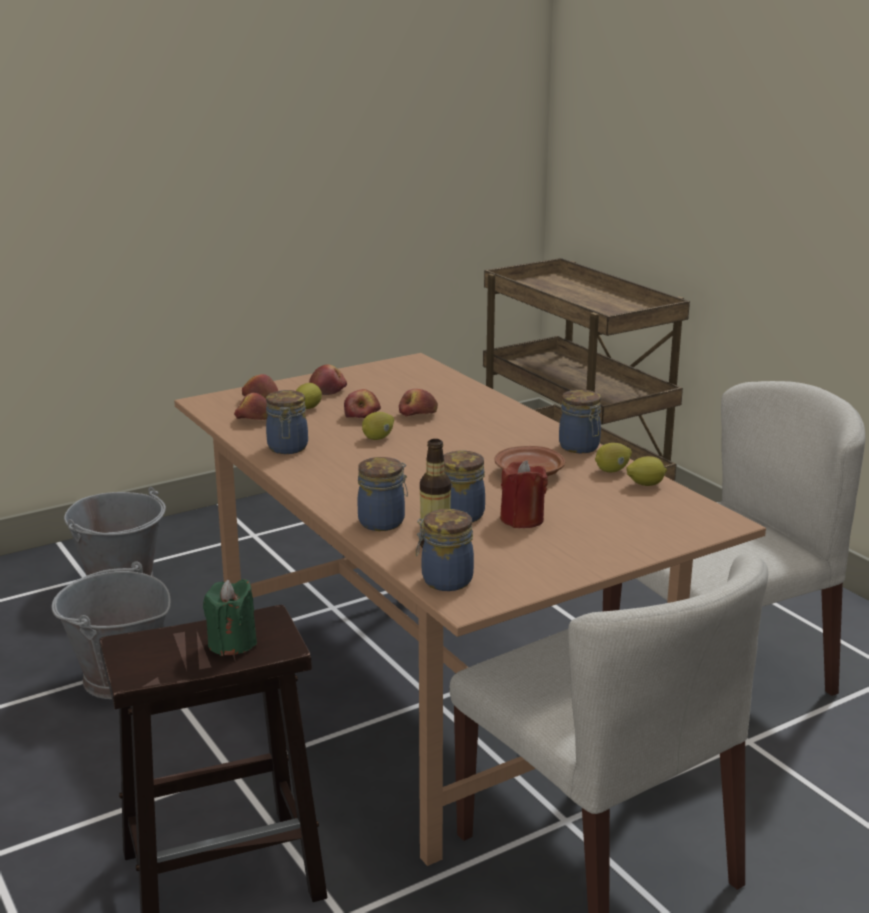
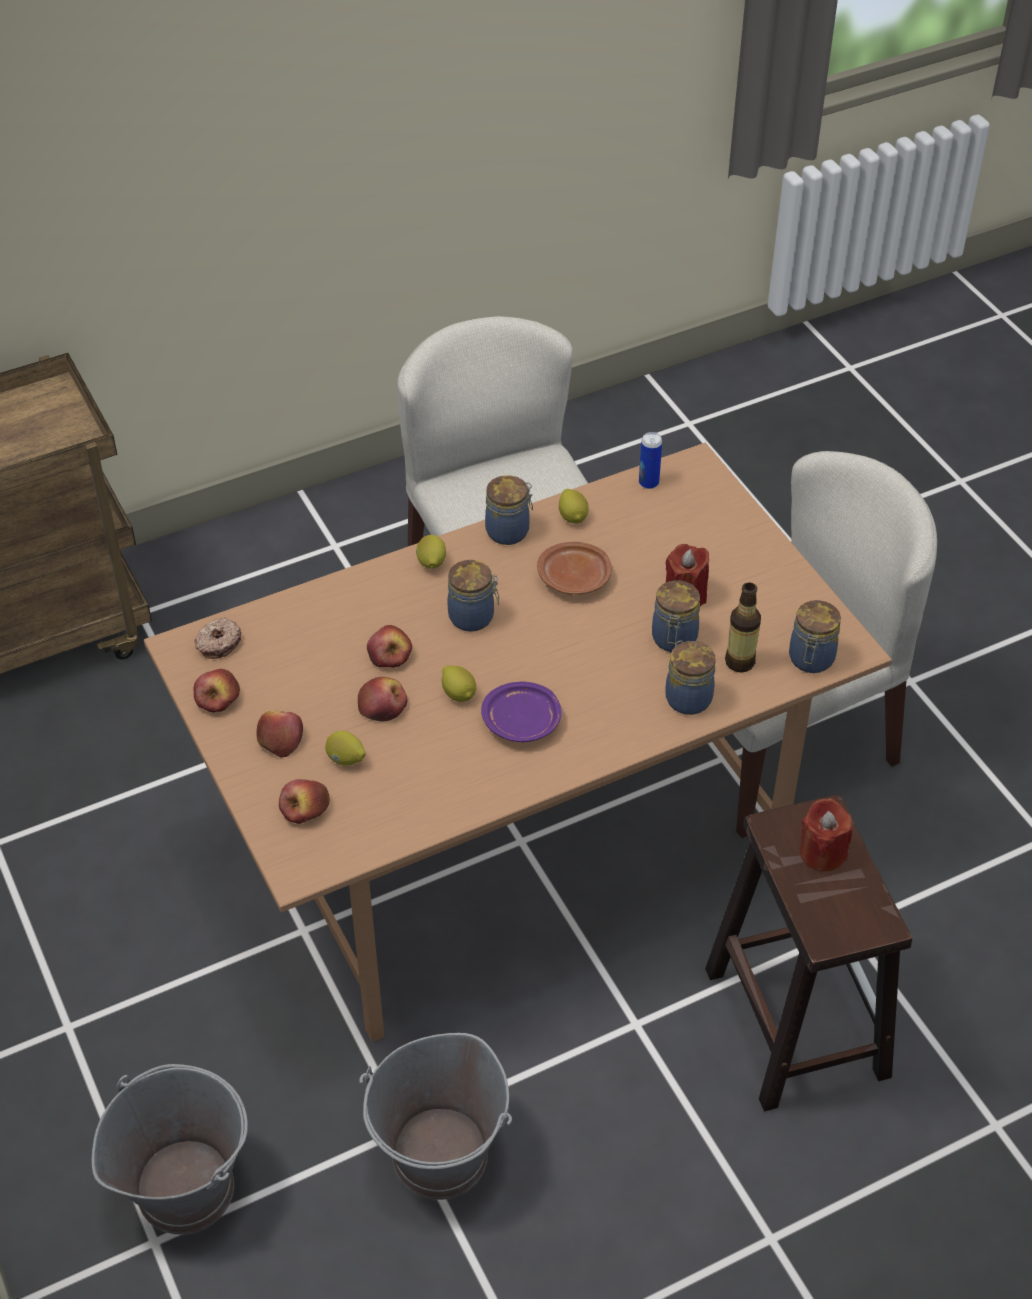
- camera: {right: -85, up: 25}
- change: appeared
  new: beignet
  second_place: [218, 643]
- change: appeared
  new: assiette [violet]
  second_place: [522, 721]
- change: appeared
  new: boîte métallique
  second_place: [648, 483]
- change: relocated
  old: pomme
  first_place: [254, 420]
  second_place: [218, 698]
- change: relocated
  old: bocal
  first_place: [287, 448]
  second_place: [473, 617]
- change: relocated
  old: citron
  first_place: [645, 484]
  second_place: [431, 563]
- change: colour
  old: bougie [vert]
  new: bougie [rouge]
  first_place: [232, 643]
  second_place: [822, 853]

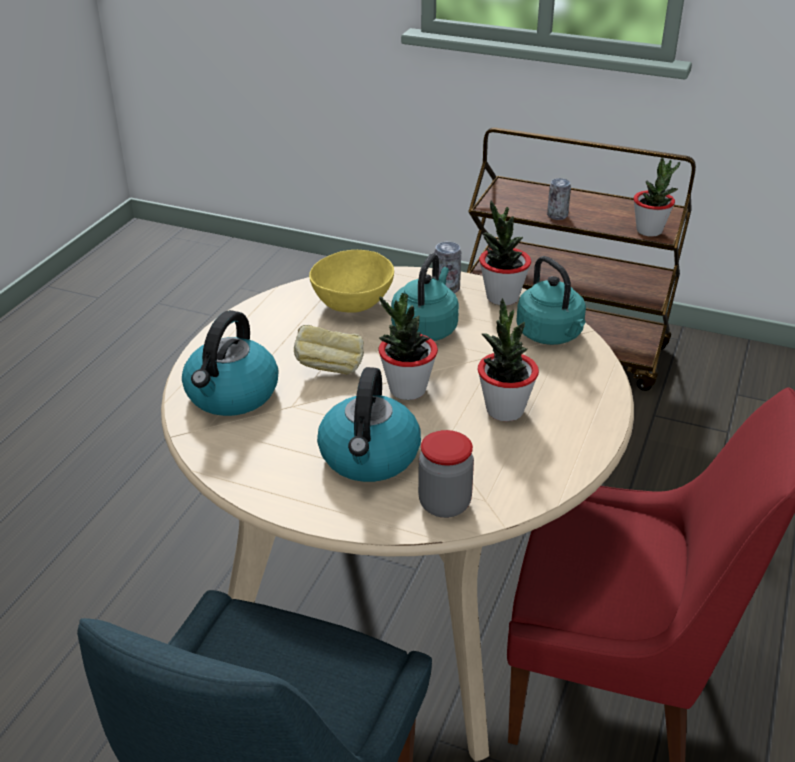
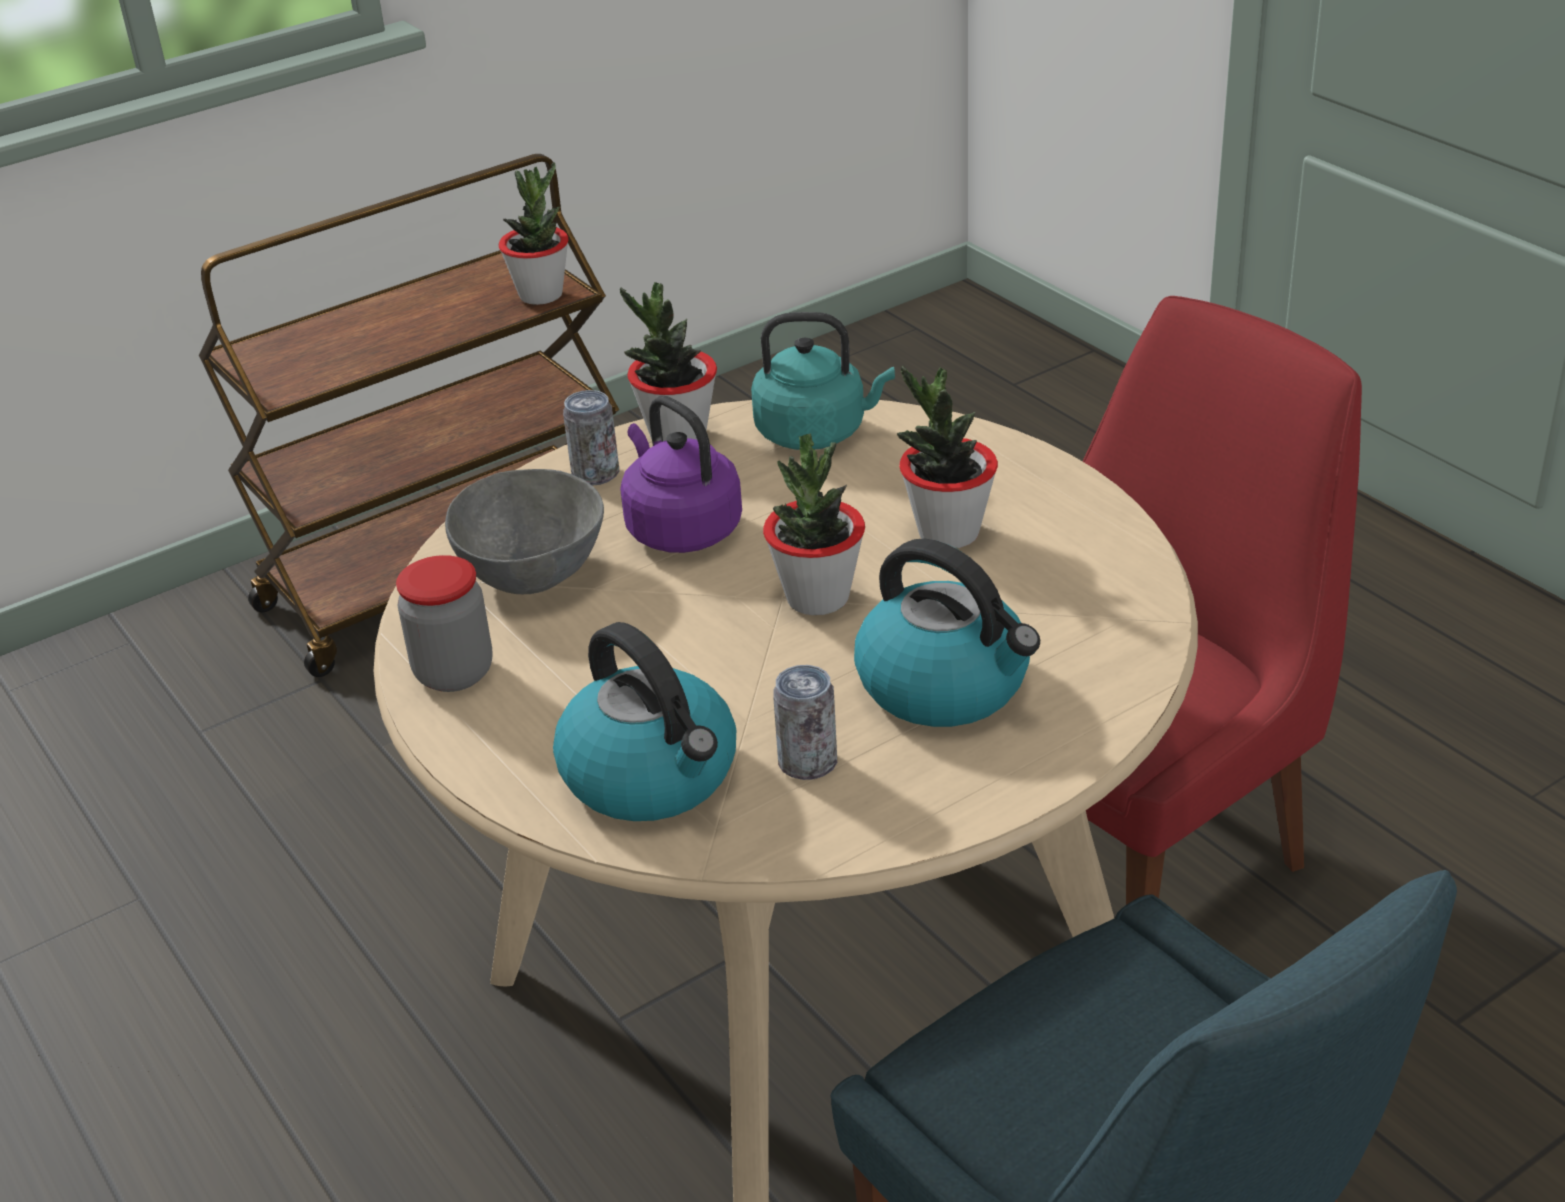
- camera: {right: -55, up: 0}
- change: missing
  old: pain
  first_place: [329, 368]
- change: relocated
  old: bocal
  first_place: [444, 504]
  second_place: [454, 673]
- change: relocated
  old: boîte métallique
  first_place: [557, 215]
  second_place: [807, 763]
- change: colour
  old: bol [jaune]
  new: bol [gris]
  first_place: [354, 303]
  second_place: [533, 571]
- change: colour
  old: bouilloire [turquoise]
  new: bouilloire [violet]
  first_place: [426, 328]
  second_place: [680, 528]

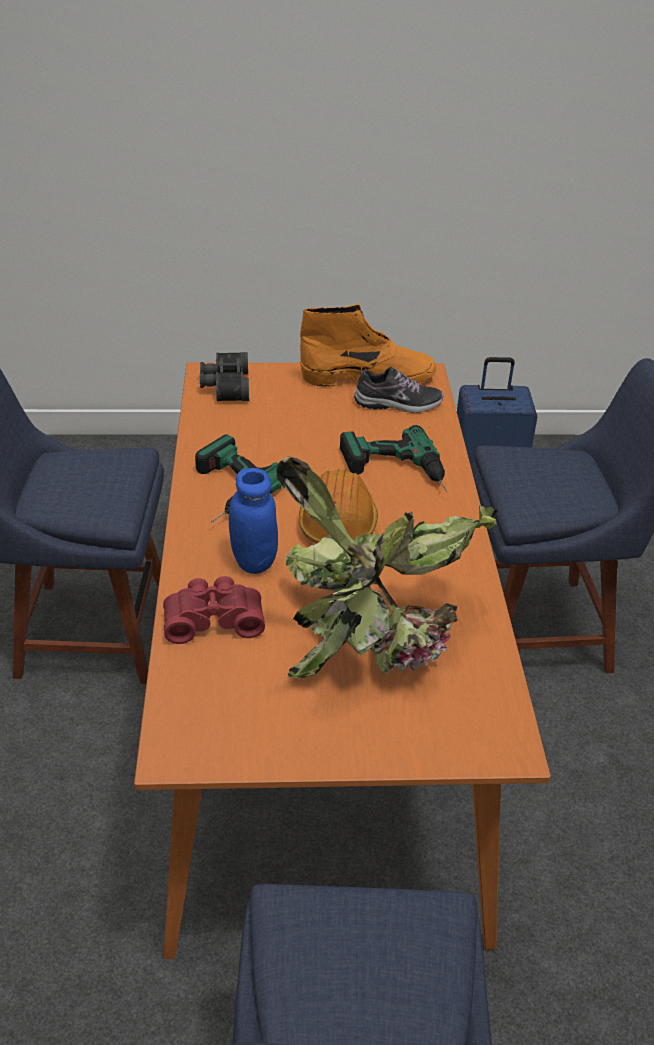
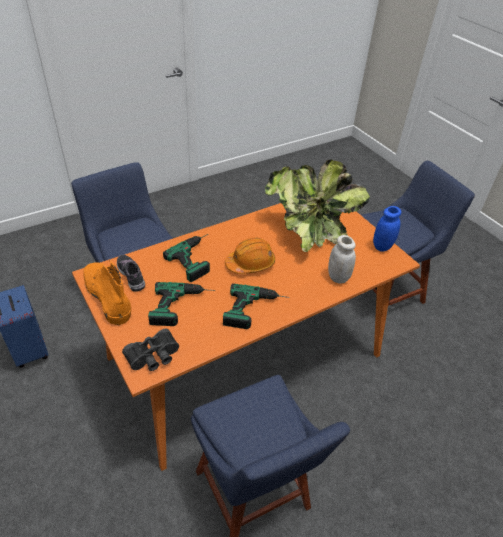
- camera: {right: -120, up: 5}
- change: appeared
  new: perceuse
  second_place: [183, 306]
- change: relocated
  old: bocal [bleu]
  first_place: [254, 561]
  second_place: [382, 246]
- change: exchanged
  old: jumelles [rouge]
  new: bocal [blanc]
  first_place: [213, 619]
  second_place: [338, 277]

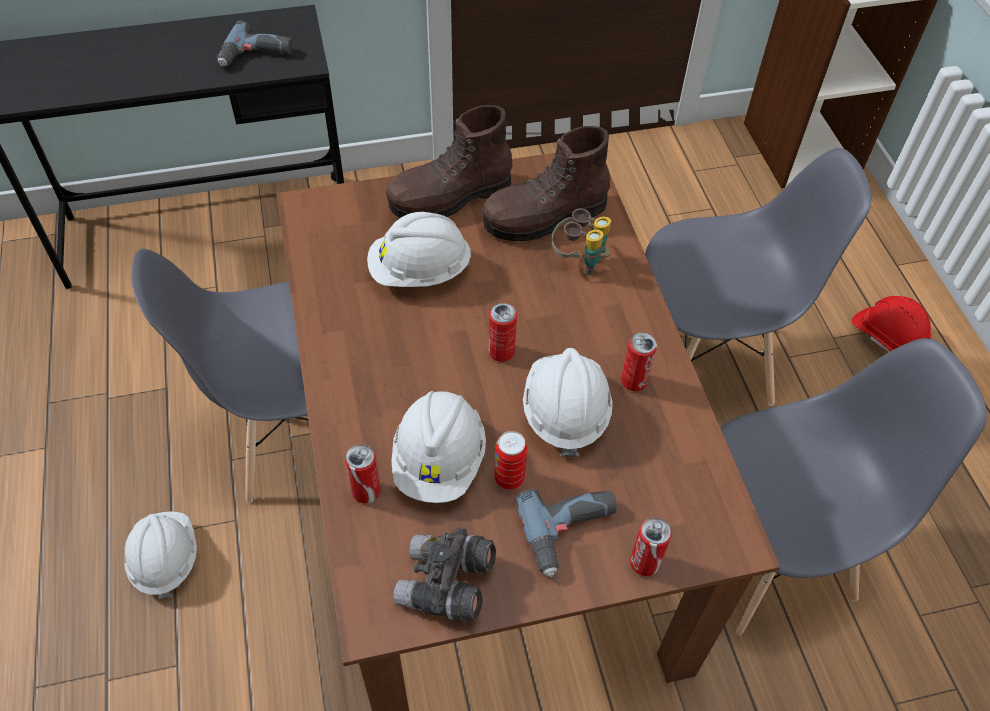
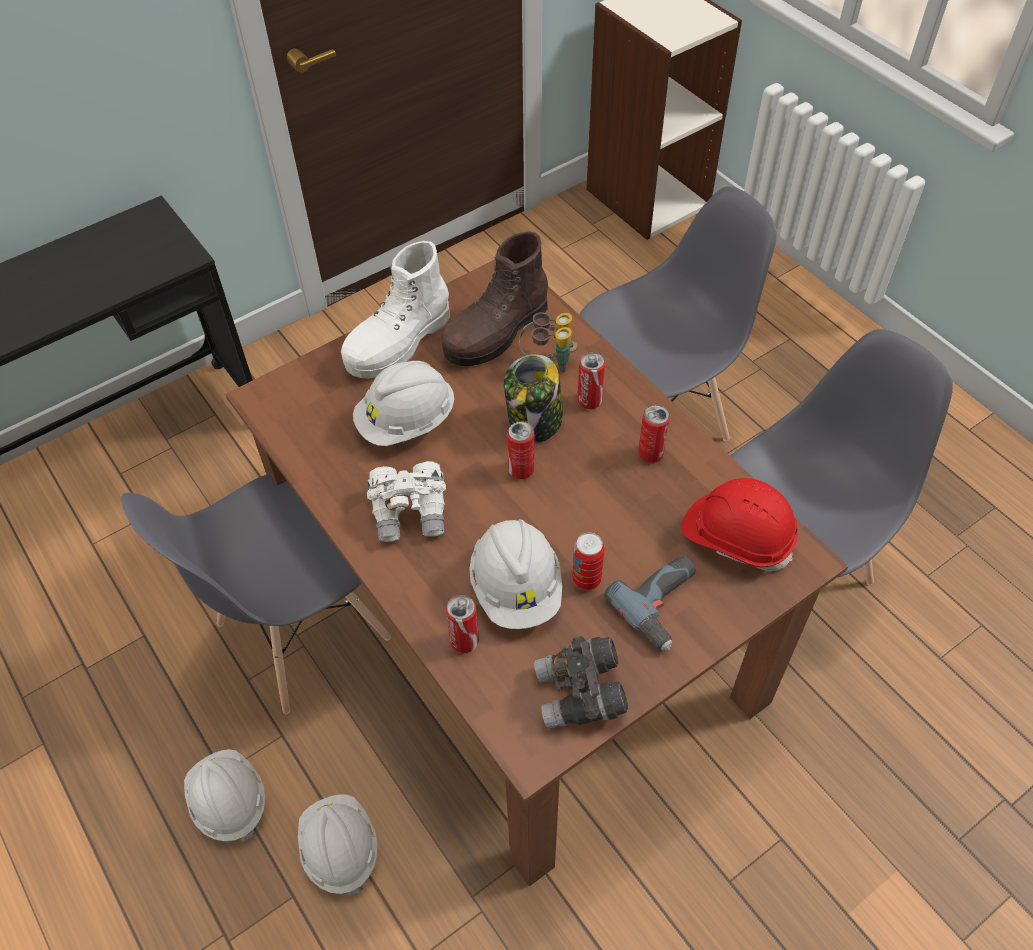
- camera: {right: -20, up: 0}
- change: missing
  old: perceuse
  first_place: [256, 56]
- change: appeared
  new: jumelles [blanc]
  second_place: [411, 512]
- change: appeared
  new: bocal
  second_place: [535, 422]
- change: relocated
  old: casque de chantier [blanc]
  first_place: [565, 412]
  second_place: [340, 849]
- change: relocated
  old: boîte métallique
  first_place: [644, 563]
  second_place: [589, 401]
- change: relocated
  old: casque de chantier [rouge]
  first_place: [887, 336]
  second_place: [737, 536]
- change: colour
  old: botte [marron]
  new: botte [blanc]
  first_place: [450, 197]
  second_place: [399, 343]

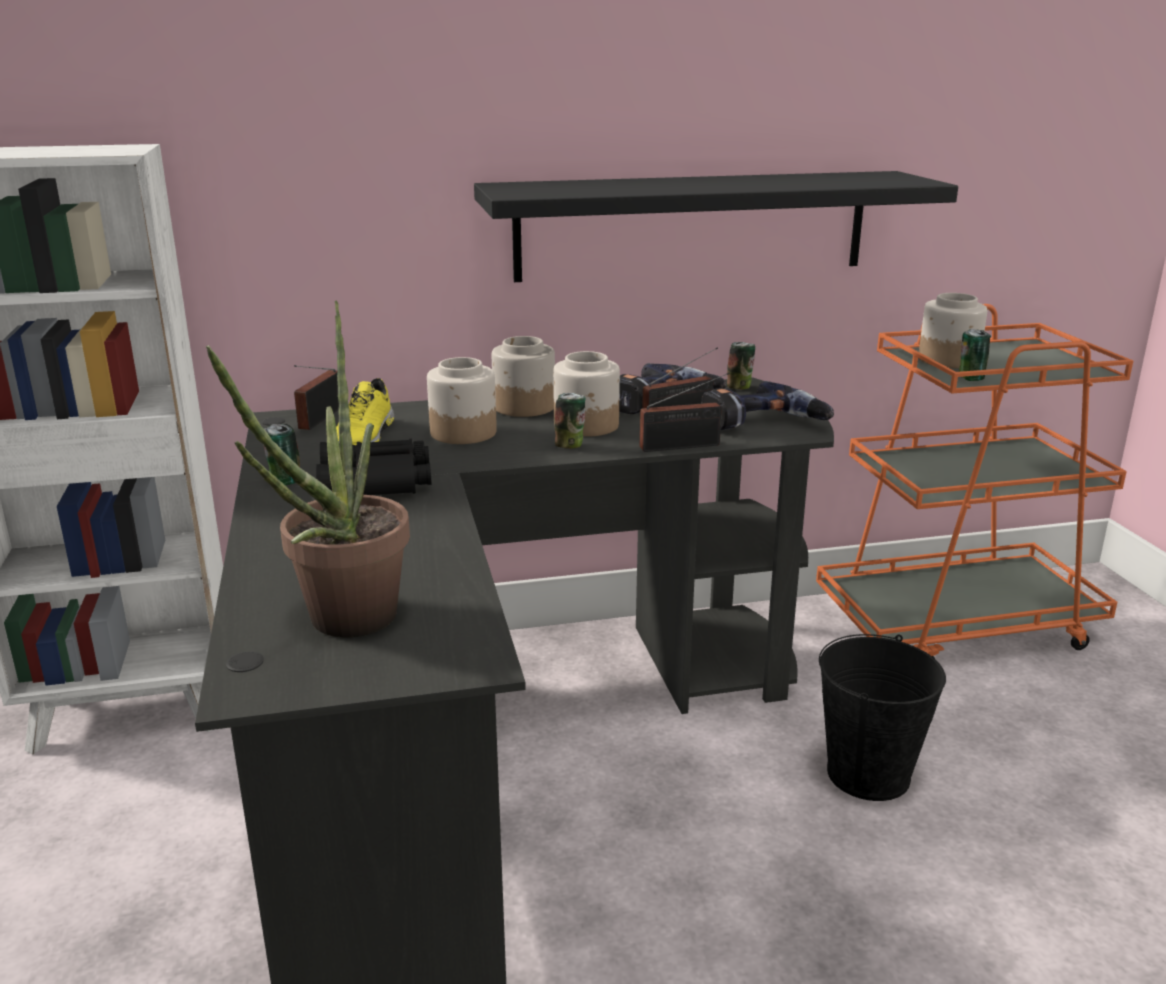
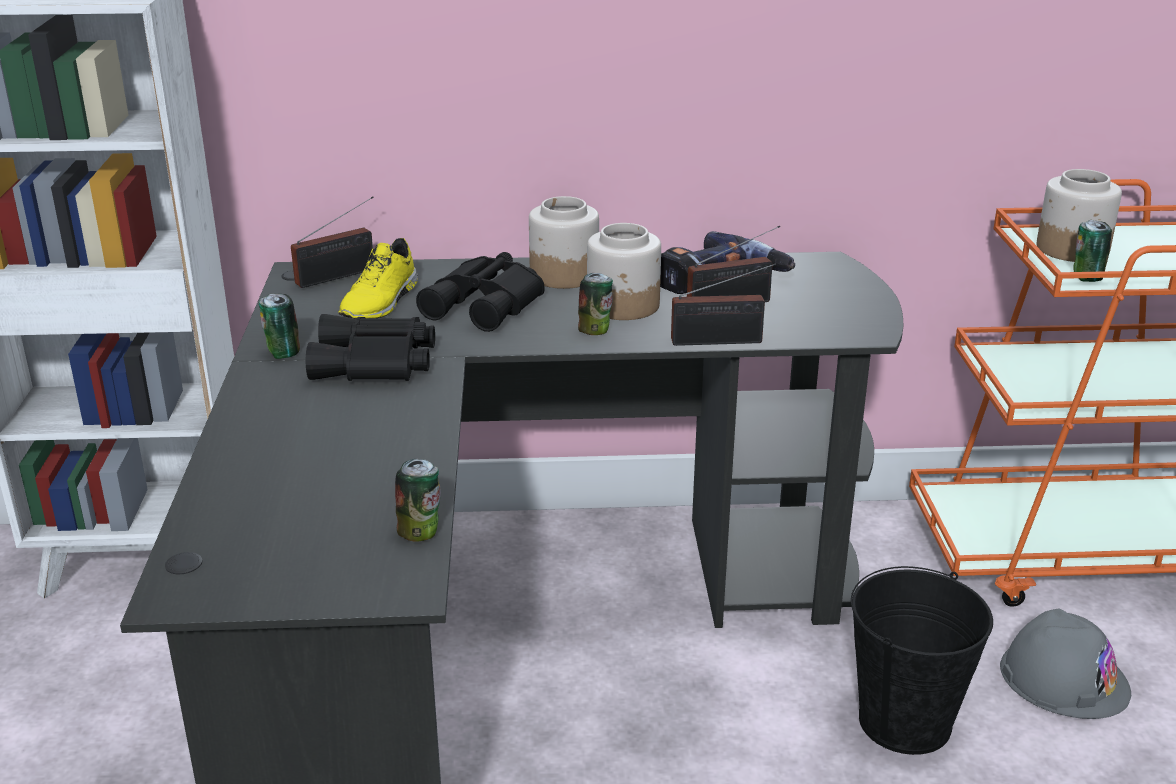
- camera: {right: 10, up: 5}
- change: missing
  old: plante en pot
  first_place: [341, 625]
- change: missing
  old: étagère [noir]
  first_place: [692, 225]
- change: missing
  old: perceuse
  first_place: [763, 426]
- change: appeared
  new: casque de chantier [gris]
  second_place: [1064, 678]
- change: relocated
  old: boîte métallique
  first_place: [739, 387]
  second_place: [421, 532]
- change: exchanged
  old: bocal
  new: jumelles [noir]
  first_place: [464, 433]
  second_place: [487, 305]
- change: spun
  old: radio
  first_place: [318, 418]
  second_place: [340, 276]
  degrees: -150

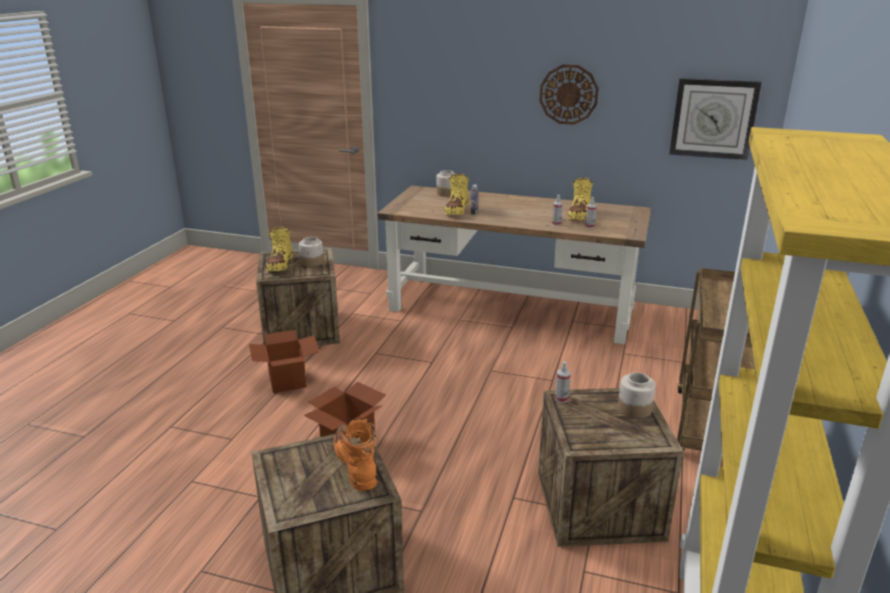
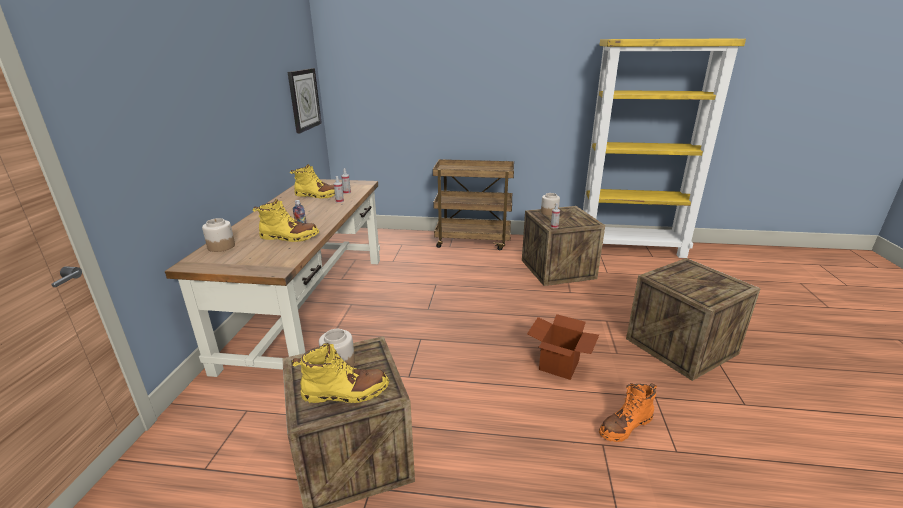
- camera: {right: -100, up: 0}
- change: missing
  old: carton
  first_place: [287, 381]
- change: missing
  old: horloge murale
  first_place: [568, 94]
- change: relocated
  old: botte [orange]
  first_place: [356, 463]
  second_place: [625, 426]

